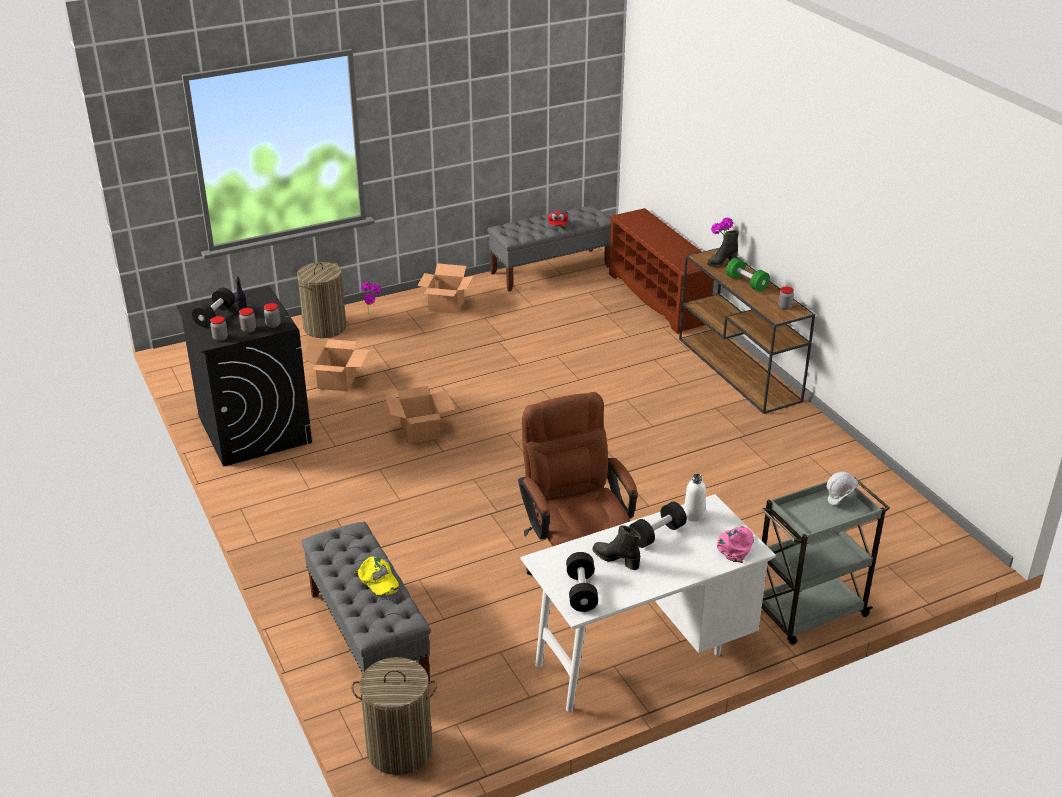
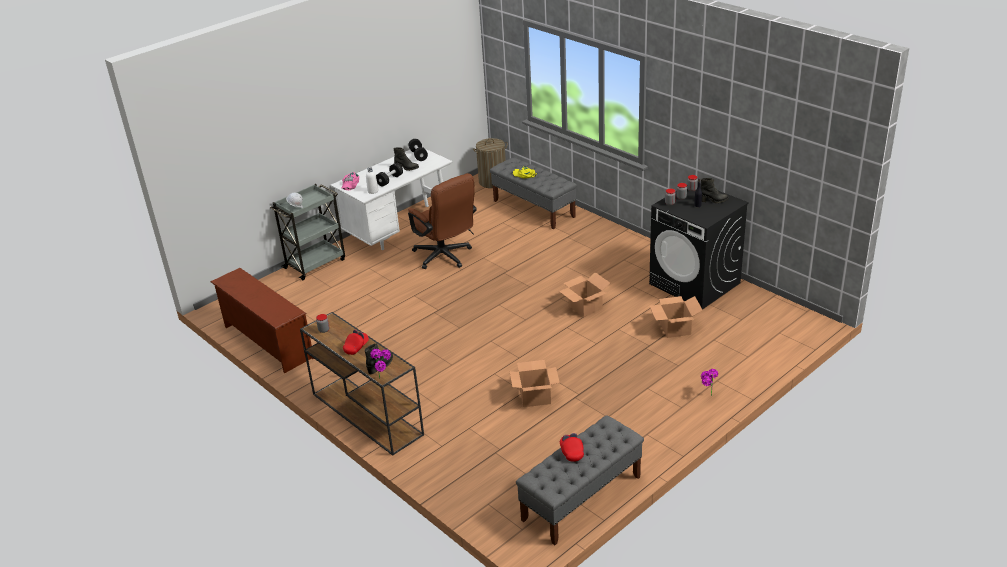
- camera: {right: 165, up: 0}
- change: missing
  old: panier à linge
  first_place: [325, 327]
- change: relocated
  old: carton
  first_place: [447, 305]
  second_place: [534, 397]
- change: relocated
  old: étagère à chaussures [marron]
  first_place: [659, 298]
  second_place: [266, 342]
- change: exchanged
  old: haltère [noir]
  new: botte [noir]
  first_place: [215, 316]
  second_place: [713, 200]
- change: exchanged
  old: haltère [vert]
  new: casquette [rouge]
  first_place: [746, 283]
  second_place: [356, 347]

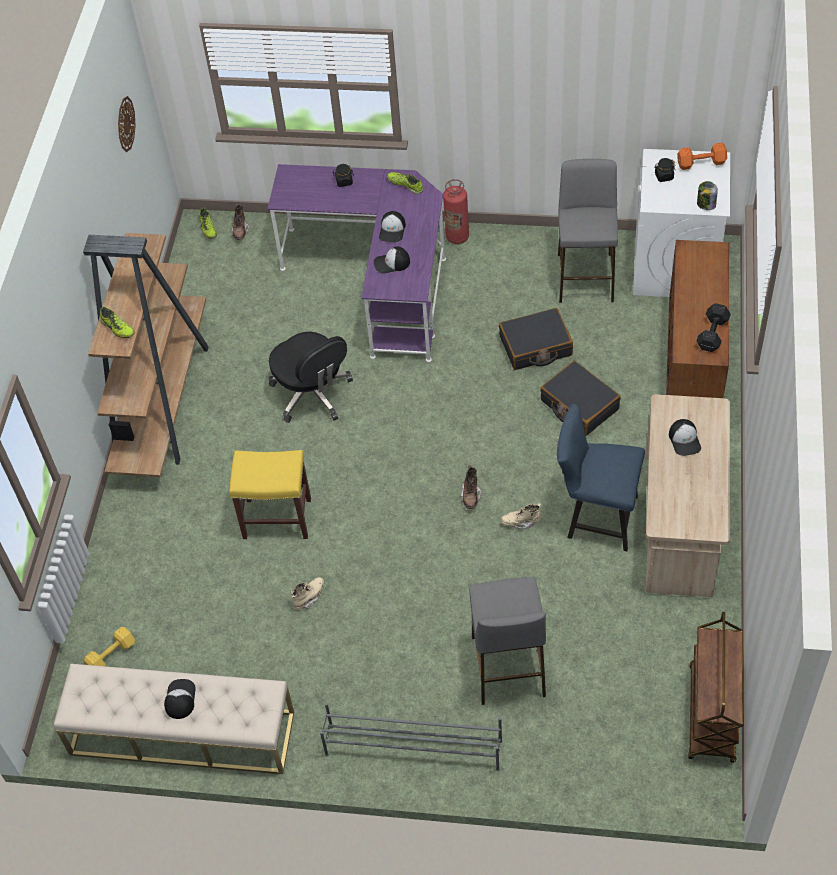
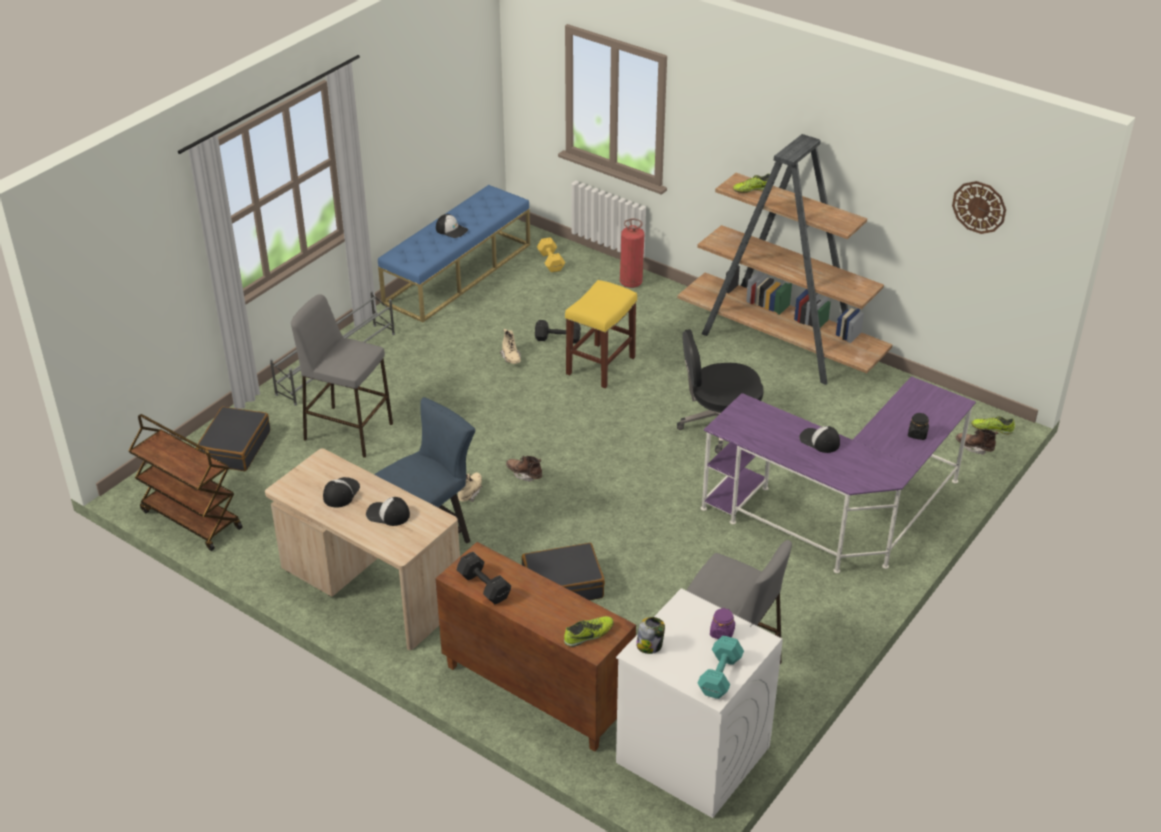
- camera: {right: 115, up: -15}
- change: appeared
  new: haltère [noir]
  second_place: [556, 338]
- change: relocated
  old: casquette
  first_place: [391, 263]
  second_place: [341, 493]
- change: relocated
  old: chaussure
  first_place: [405, 185]
  second_place: [589, 635]
- change: relocated
  old: extincteur
  first_place: [457, 237]
  second_place: [631, 282]
- change: relocated
  old: valise [noir]
  first_place: [535, 346]
  second_place: [234, 447]
- change: colour
  old: banc [beige]
  new: banc [bleu]
  first_place: [182, 733]
  second_place: [458, 273]
- change: colour
  old: bocal [noir]
  new: bocal [violet]
  first_place: [664, 176]
  second_place: [722, 632]
- change: colour
  old: haltère [orange]
  new: haltère [turquoise]
  first_place: [700, 163]
  second_place: [721, 675]

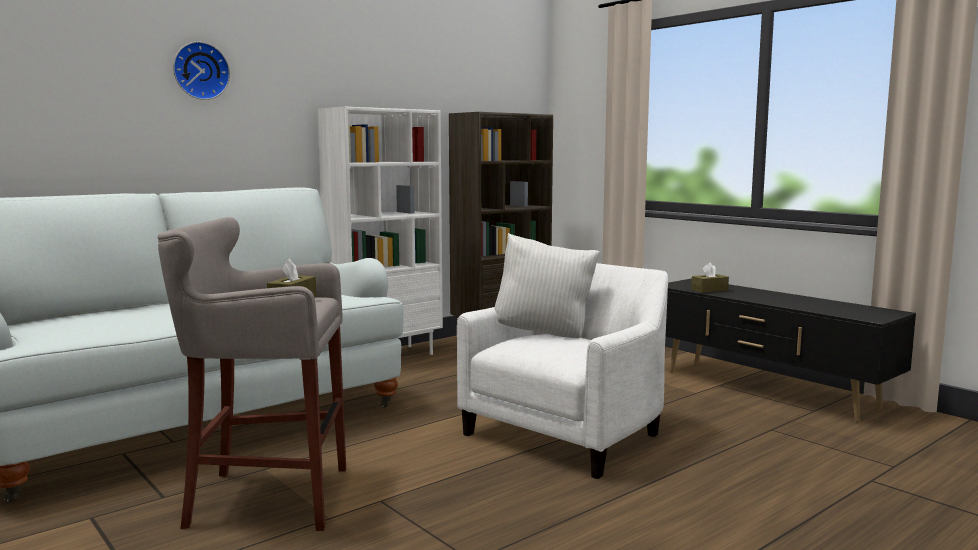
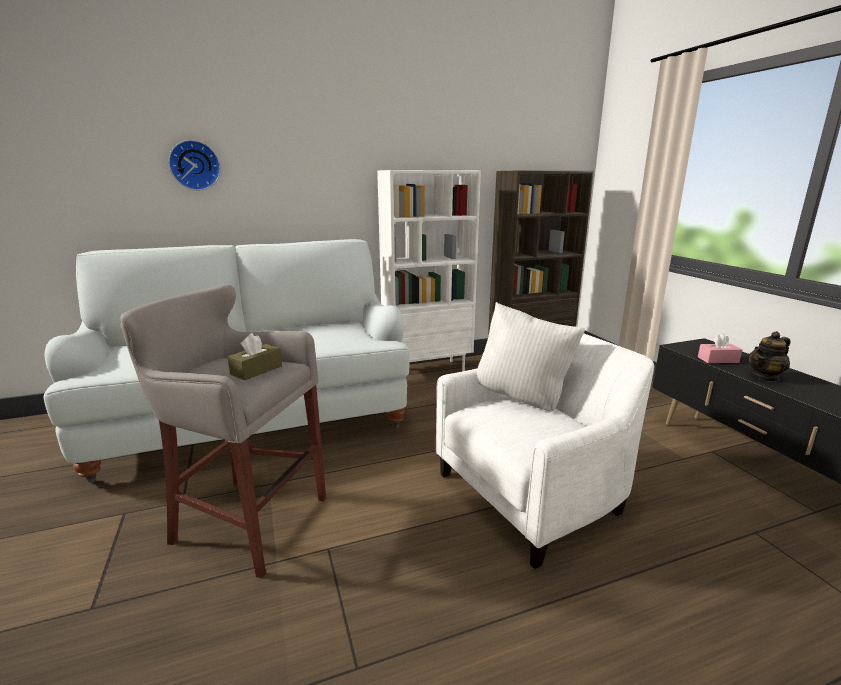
- camera: {right: 20, up: 10}
- change: appeared
  new: théière
  second_place: [765, 377]
- change: relocated
  old: horloge murale
  first_place: [200, 71]
  second_place: [195, 165]
- change: colour
  old: boîte à mouchoirs [marron]
  new: boîte à mouchoirs [rose]
  first_place: [709, 290]
  second_place: [718, 360]

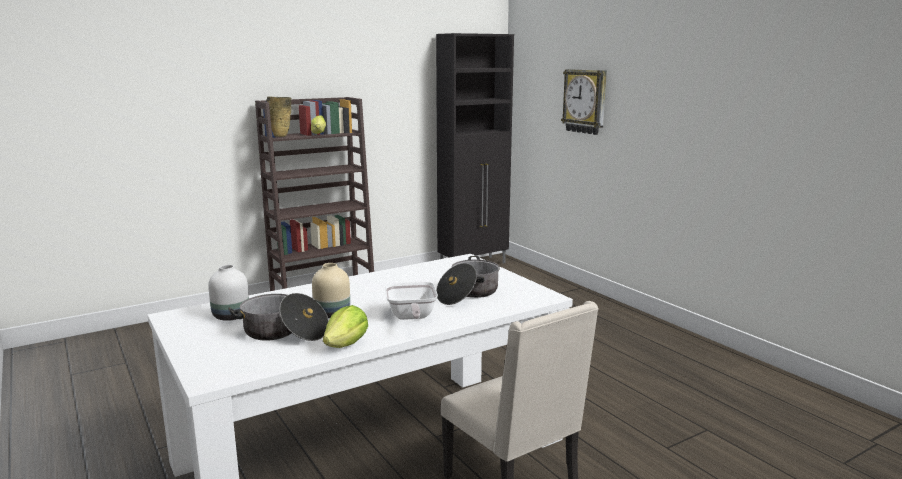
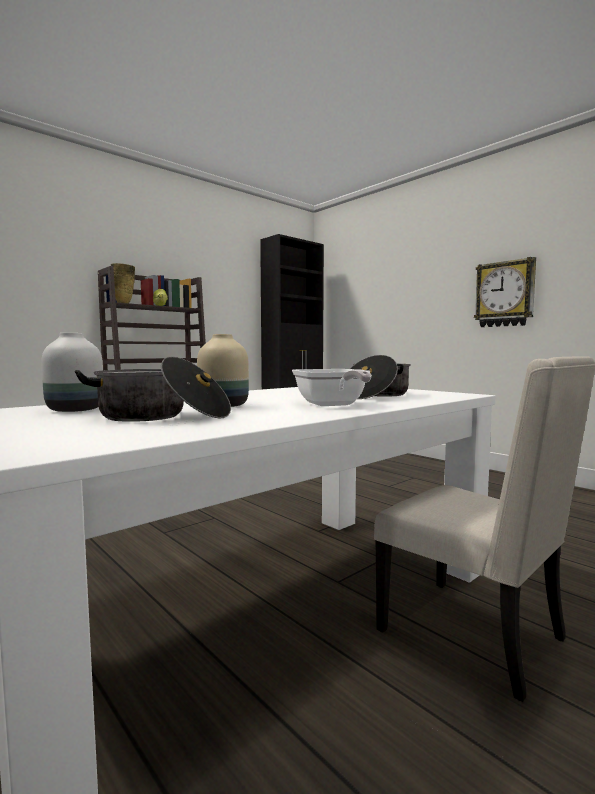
- camera: {right: -10, up: -10}
- change: missing
  old: laitue
  first_place: [347, 344]
- change: relocated
  old: horloge murale
  first_place: [585, 101]
  second_place: [505, 294]

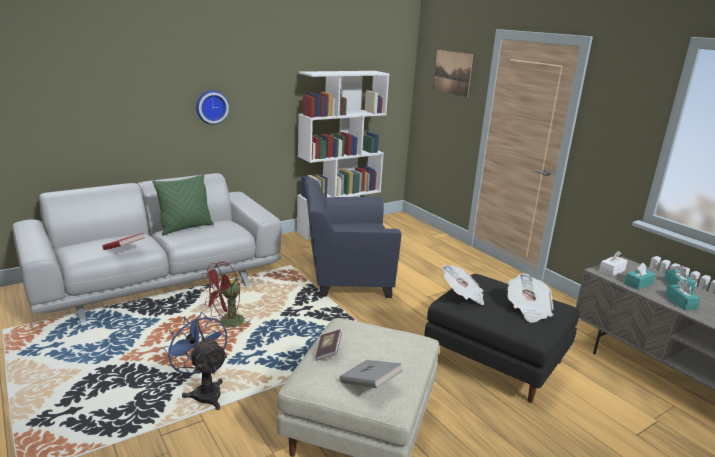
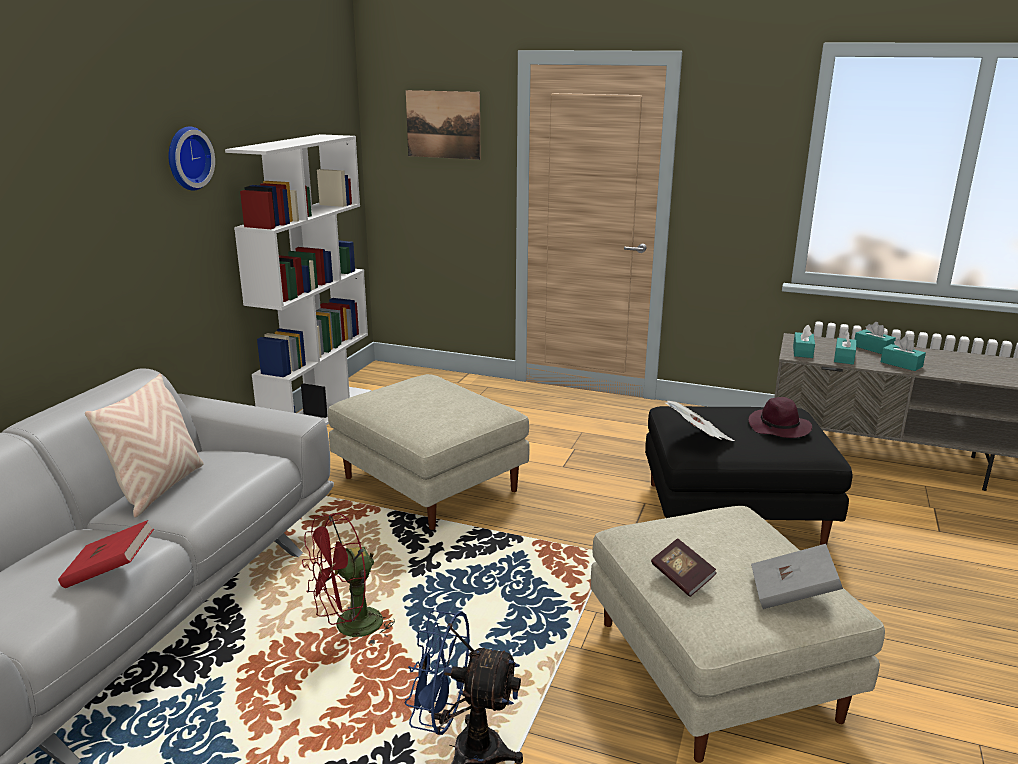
- camera: {right: -35, up: 0}
- change: relocated
  old: horloge murale
  first_place: [211, 107]
  second_place: [186, 158]
- change: exchanged
  old: fauteuil [bleu]
  new: pouf [beige]
  first_place: [345, 278]
  second_place: [427, 483]
- change: exchanged
  old: journal
  new: chapeau [violet]
  first_place: [528, 310]
  second_place: [779, 428]
- change: colour
  old: coussin [vert]
  new: coussin [beige]
  first_place: [185, 228]
  second_place: [159, 489]
- change: colour
  old: boîte à mouchoirs [blanc]
  new: boîte à mouchoirs [turquoise]
  first_place: [612, 271]
  second_place: [802, 351]
- change: spun
  old: ventilateur [rouge]
  first_place: [227, 324]
  second_place: [350, 628]
  degrees: 45

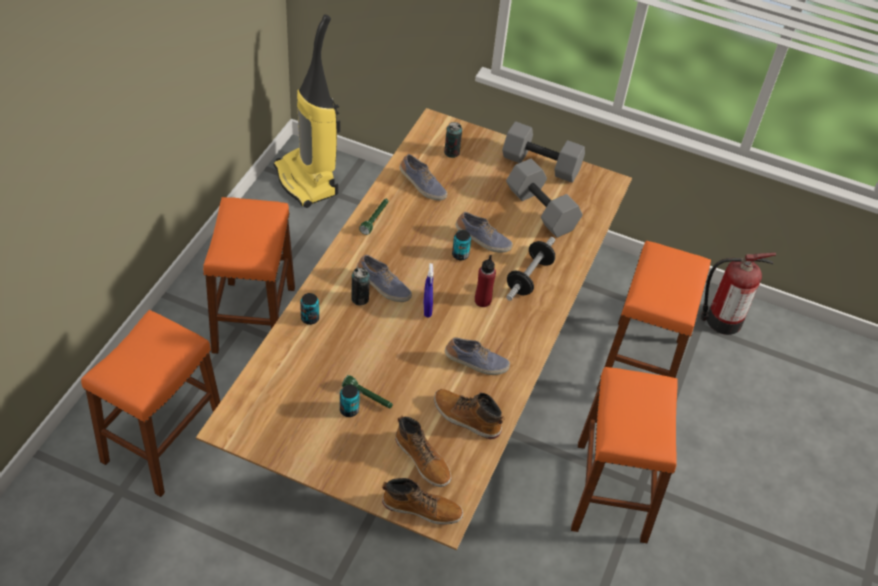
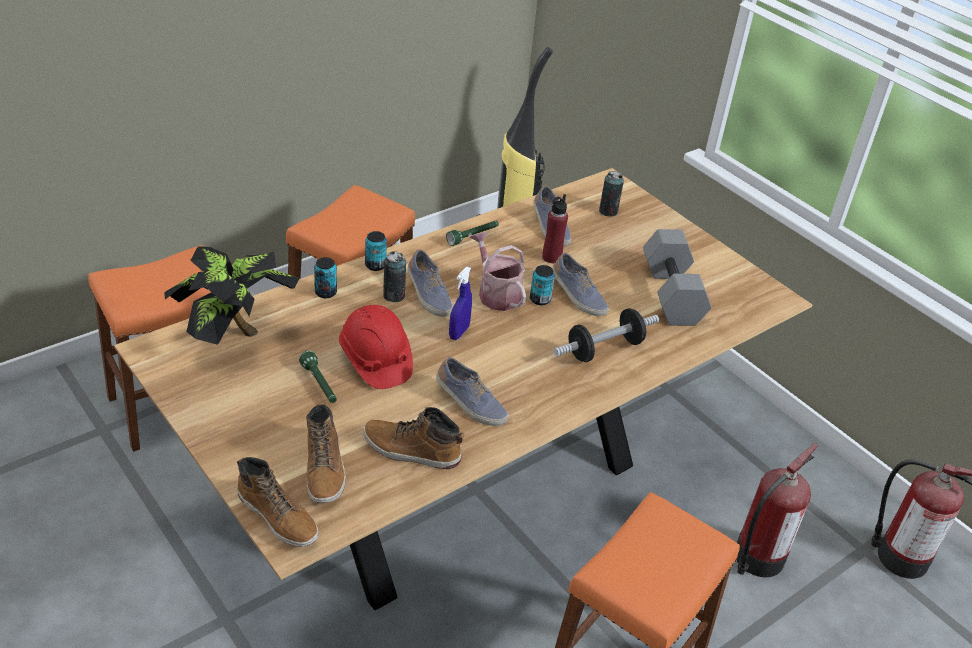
- camera: {right: 30, up: -10}
- change: missing
  old: haltère [gris]
  first_place: [540, 164]
- change: appeared
  new: plante en pot
  second_place: [235, 335]
- change: appeared
  new: casque de chantier [rouge]
  second_place: [375, 360]
- change: appeared
  new: arrosoir
  second_place: [496, 293]
- change: relocated
  old: boîte métallique
  first_place: [349, 410]
  second_place: [375, 265]
- change: relocated
  old: bouteille [rouge]
  first_place: [482, 300]
  second_place: [551, 257]
- change: exchanged
  old: tabouret [orange]
  new: extincteur
  first_place: [640, 364]
  second_place: [756, 558]
- change: spun
  old: botte
  first_place: [466, 418]
  second_place: [411, 451]
  degrees: -45

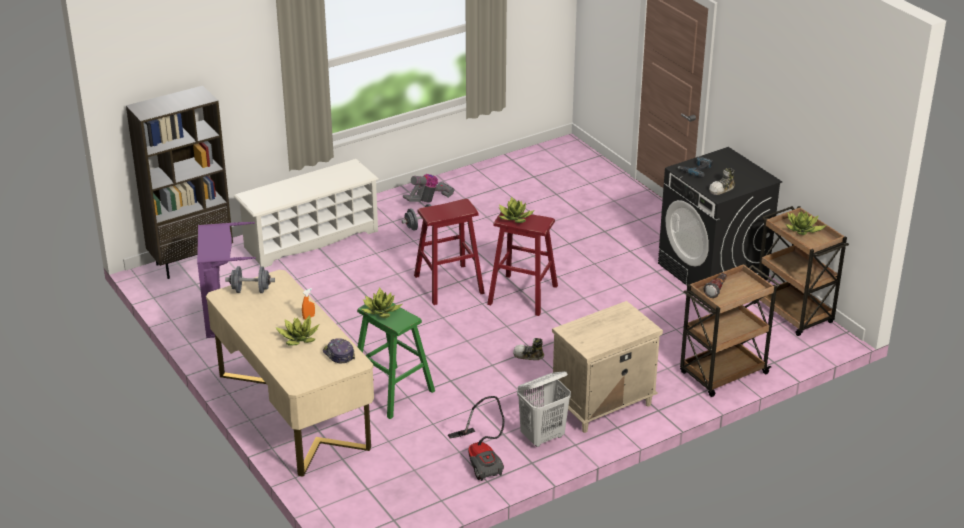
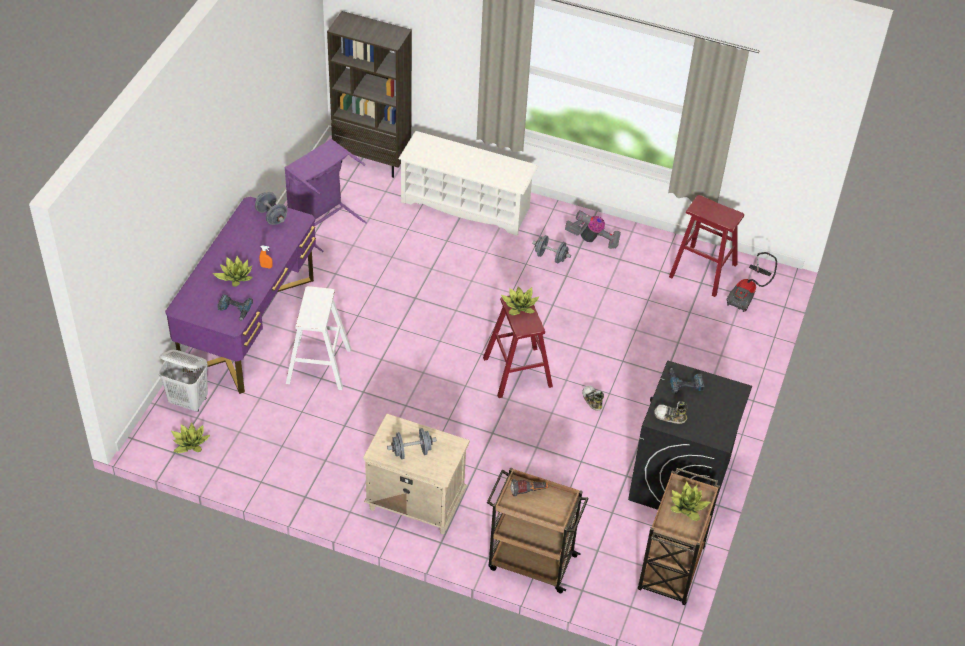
- camera: {right: 50, up: 15}
- change: appeared
  new: haltère [gris]
  second_place: [411, 451]
- change: relocated
  old: plante en pot
  first_place: [381, 312]
  second_place: [190, 444]
- change: relocated
  old: tabouret [rouge]
  first_place: [449, 284]
  second_place: [703, 270]
- change: relocated
  old: aspirateur
  first_place: [481, 459]
  second_place: [748, 294]
- change: relocated
  old: chaussure
  first_place: [528, 355]
  second_place: [592, 400]
- change: relocated
  old: panier à linge [blanc]
  first_place: [543, 437]
  second_place: [189, 401]
- change: exchanged
  old: casquette
  new: perceuse
  first_place: [338, 355]
  second_place: [234, 309]
- change: colour
  old: bureau [beige]
  new: bureau [violet]
  first_place: [293, 411]
  second_place: [249, 325]
- change: colour
  old: tabouret [vert]
  new: tabouret [blanc]
  first_place: [392, 392]
  second_place: [319, 366]

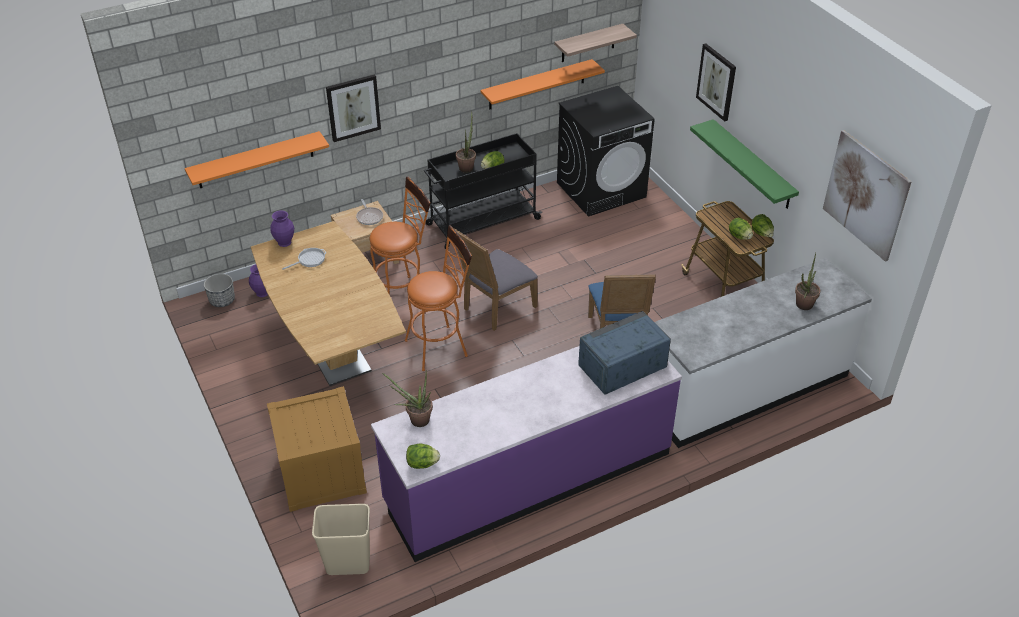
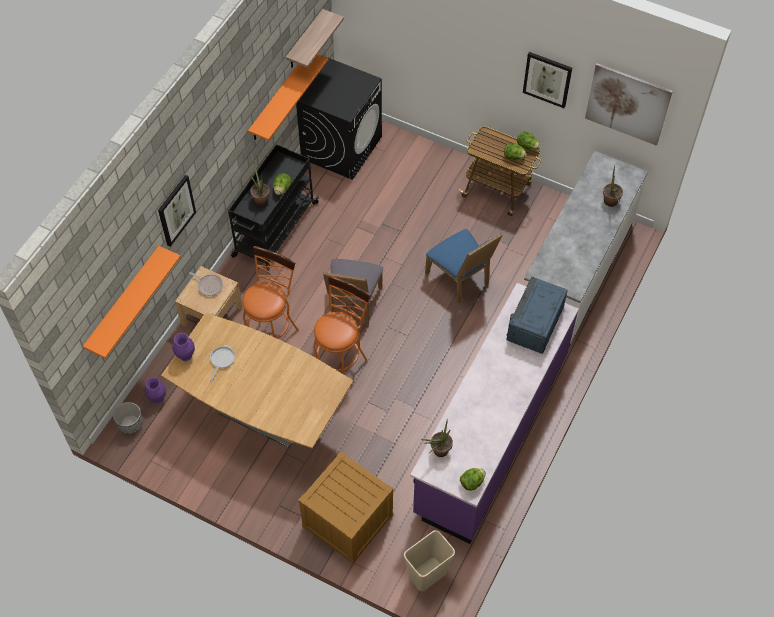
- camera: {right: -35, up: 15}
- change: missing
  old: étagère [vert]
  first_place: [752, 165]
- change: relocated
  old: tableau
  first_place: [716, 82]
  second_place: [547, 79]

